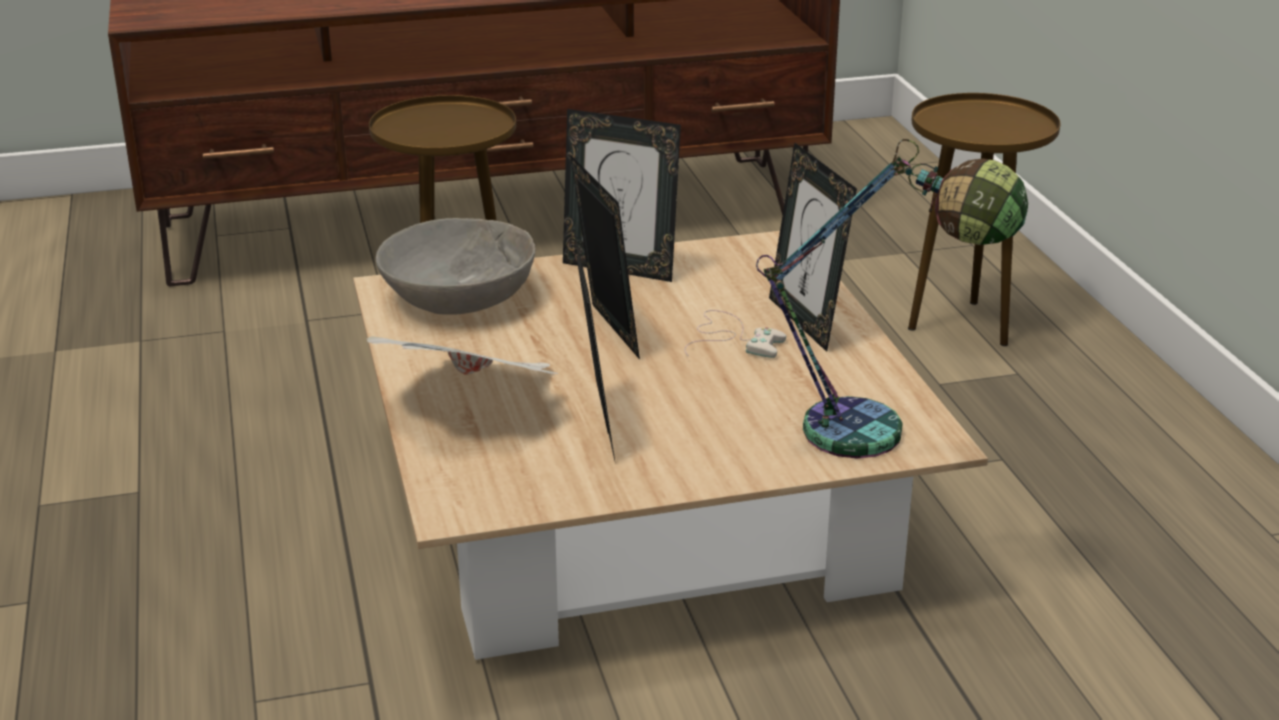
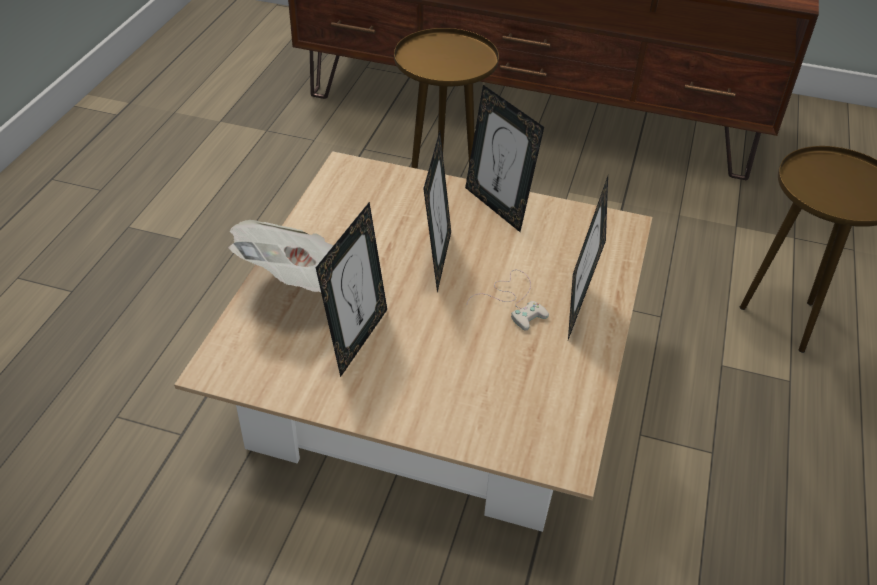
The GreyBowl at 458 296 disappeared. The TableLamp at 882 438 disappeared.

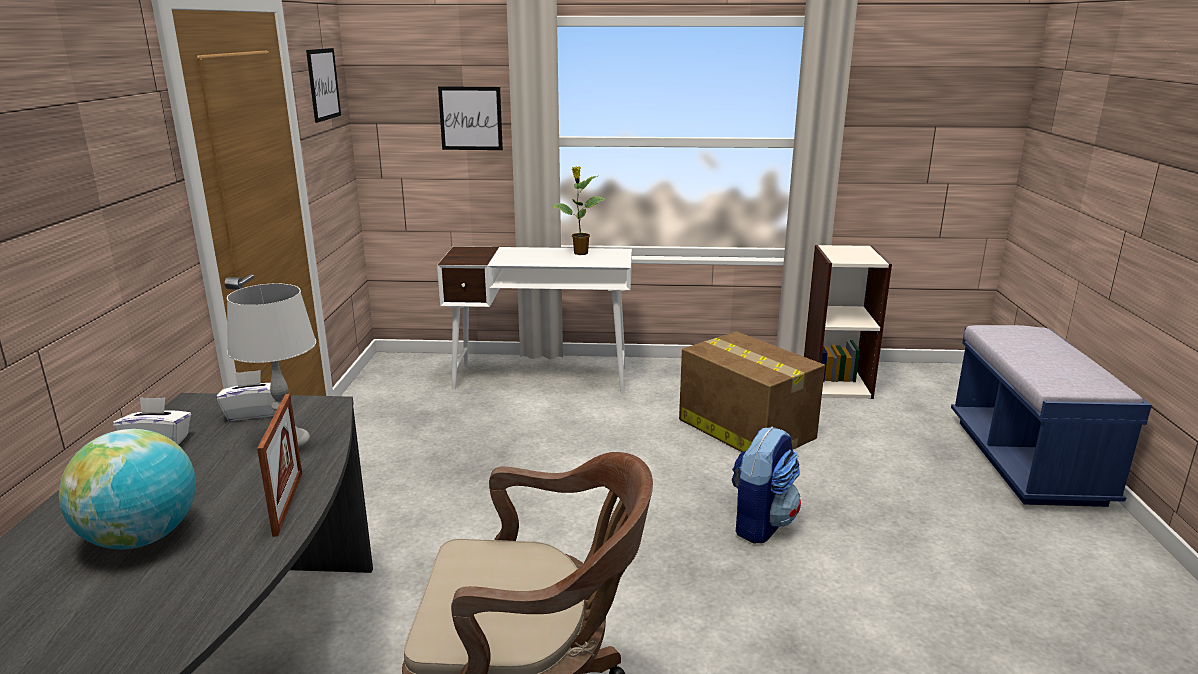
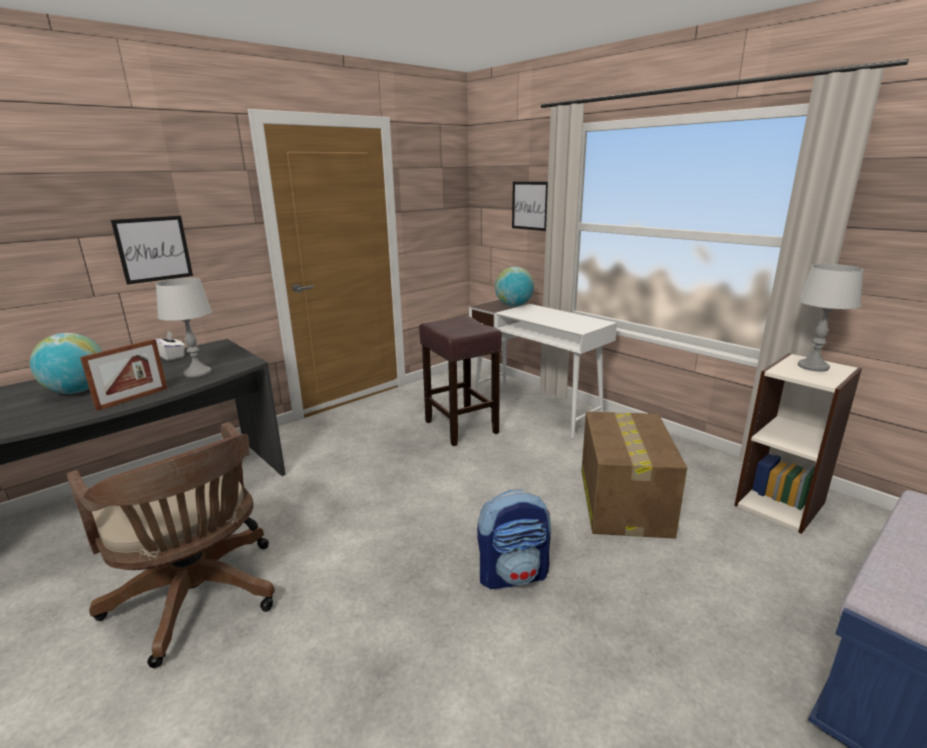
The WhiteTissueBox at 253 413 disappeared. The Picture moved from 323 84 to 153 249. The PottedPlant at 580 253 disappeared. The BrownStool at 460 426 appeared. The Globe at 514 305 appeared. The GreyTableLamp at 813 366 appeared.

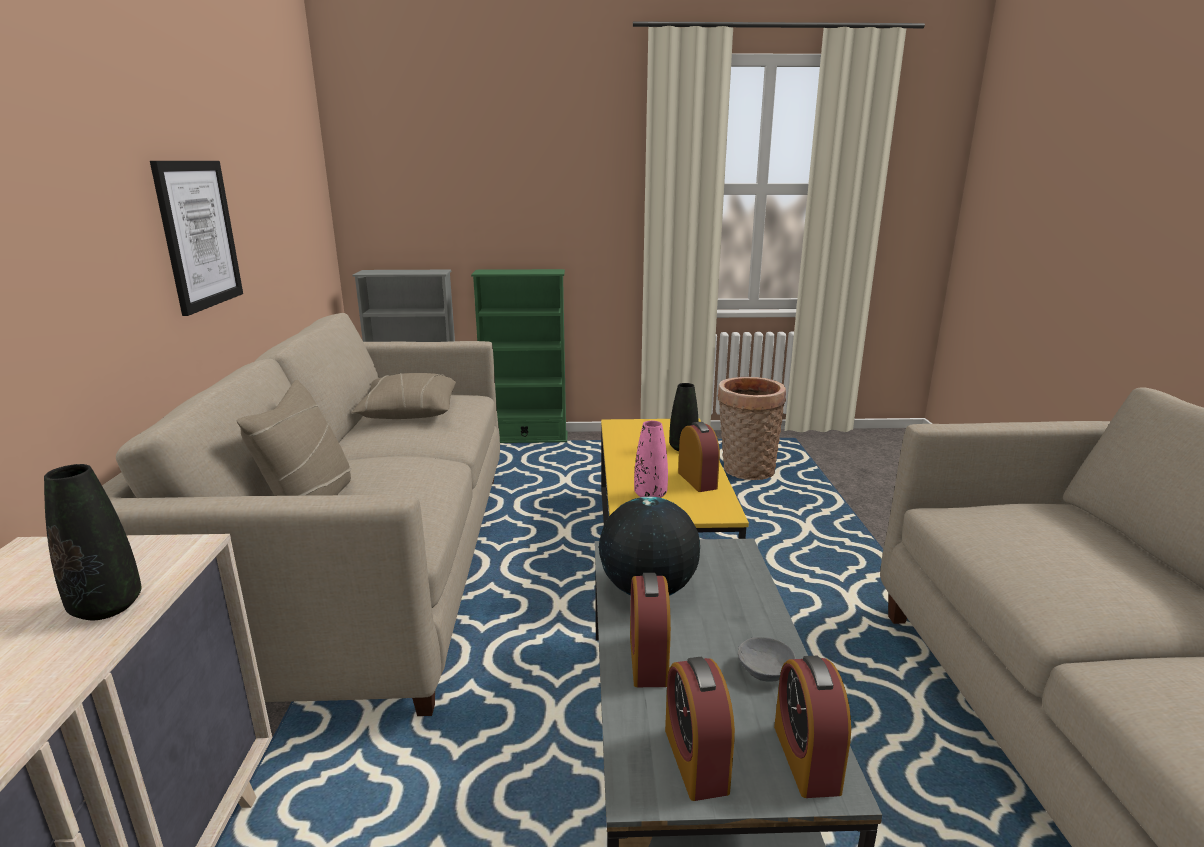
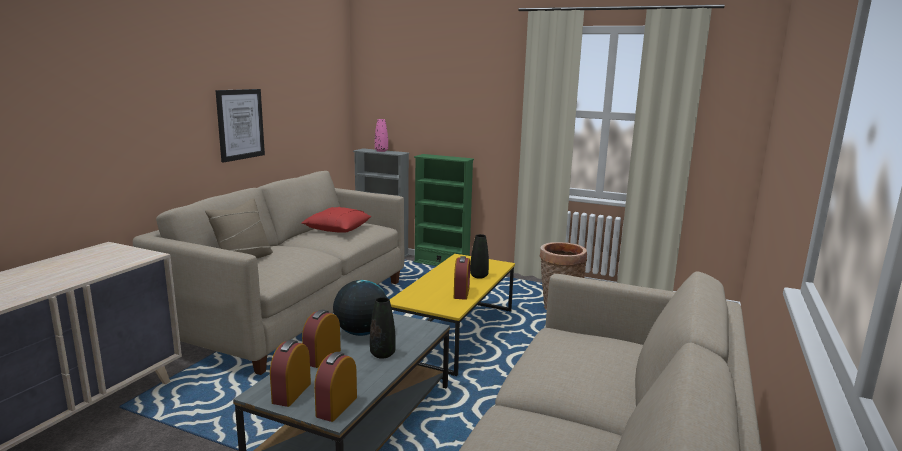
The BlackVase moved from 107 607 to 382 354. The BeigePillow at 409 412 became the RedPillow at 337 229. The PinkVase moved from 650 495 to 381 151. The GreyBowl at 766 671 disappeared.

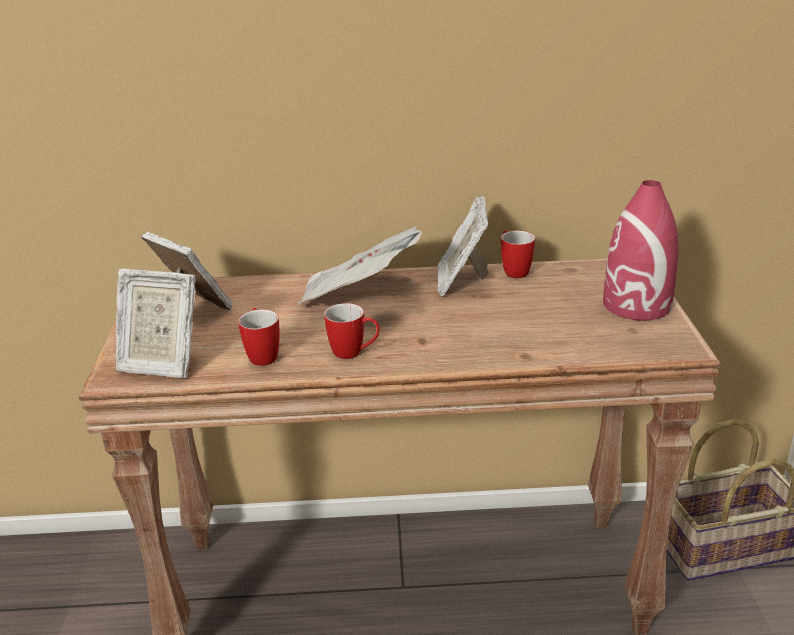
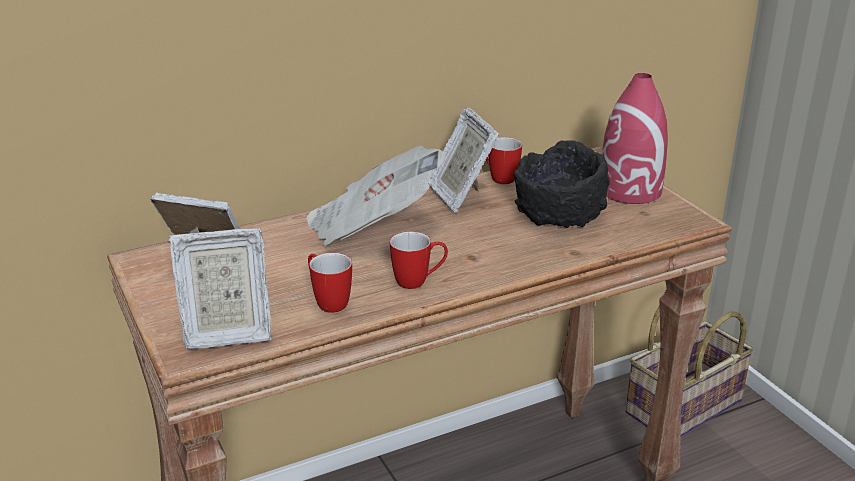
The BlackBowl at 559 214 appeared.

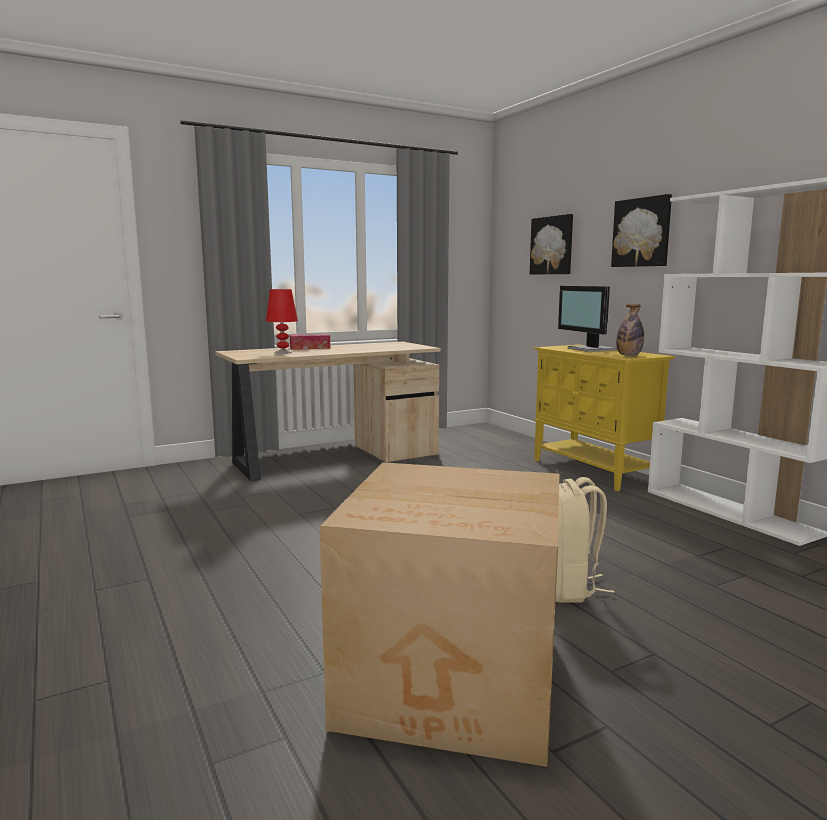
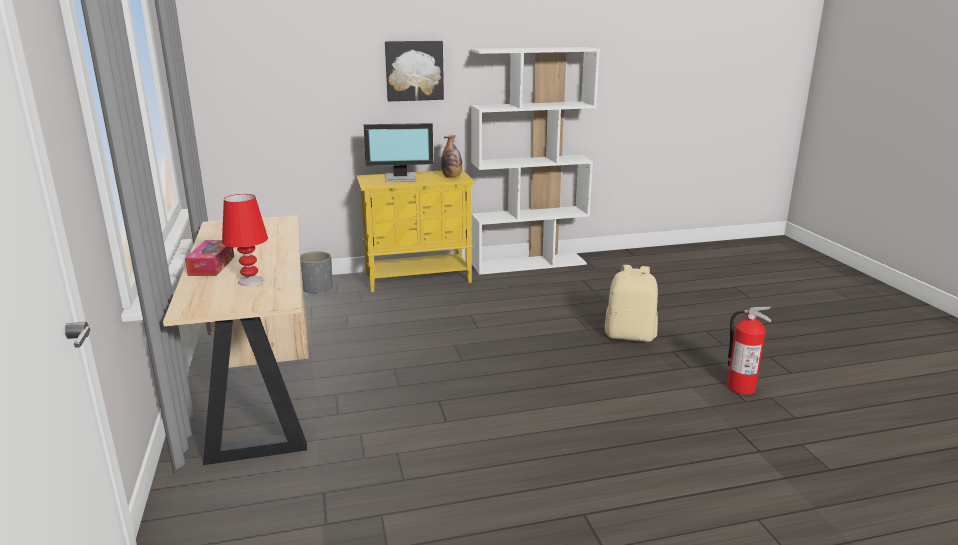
The CardboardBox at 453 683 was replaced by the FireExtinguisher at 740 387. The Picture at 552 245 disappeared. The GreyPlanter at 317 288 appeared.

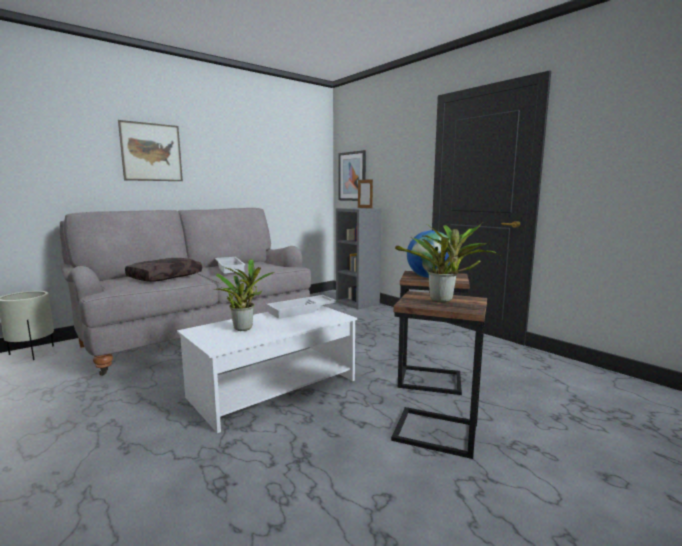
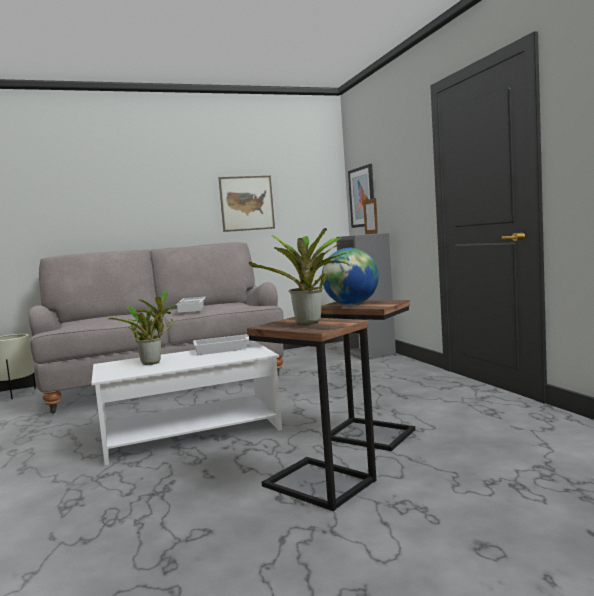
The Picture moved from 151 152 to 247 203. The BrownPillow at 165 277 disappeared.

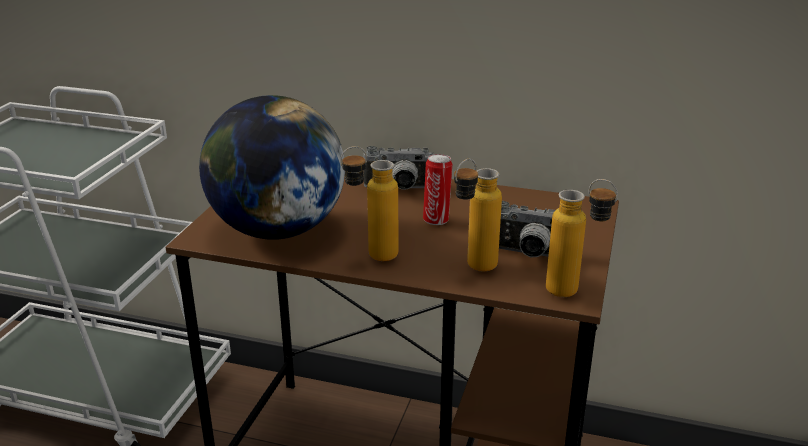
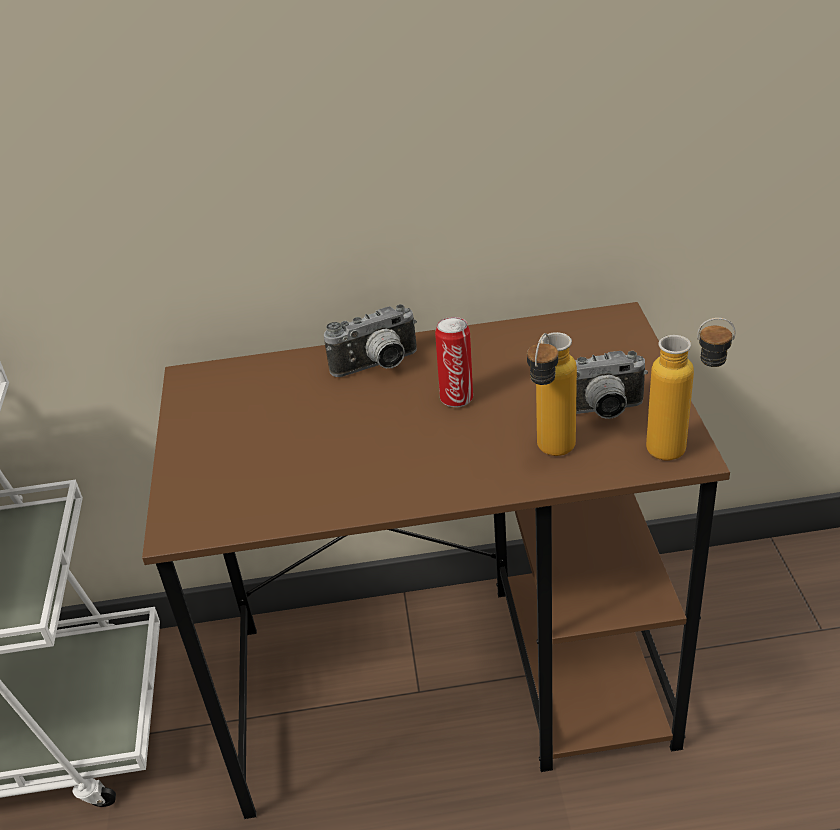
The Globe at 277 230 disappeared. The Bottle at 371 256 disappeared.

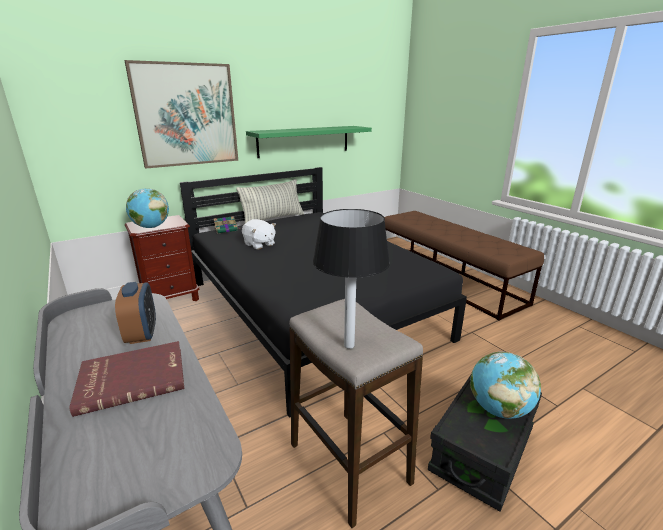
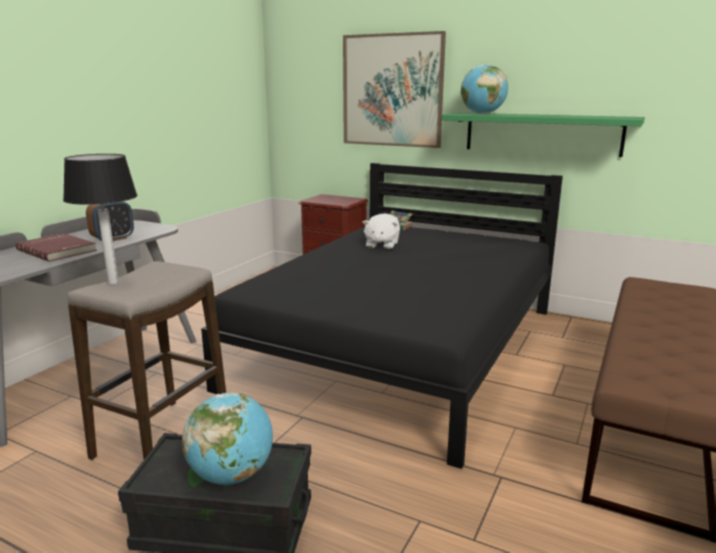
The Globe moved from 151 227 to 482 114. The Pillow at 273 219 disappeared.

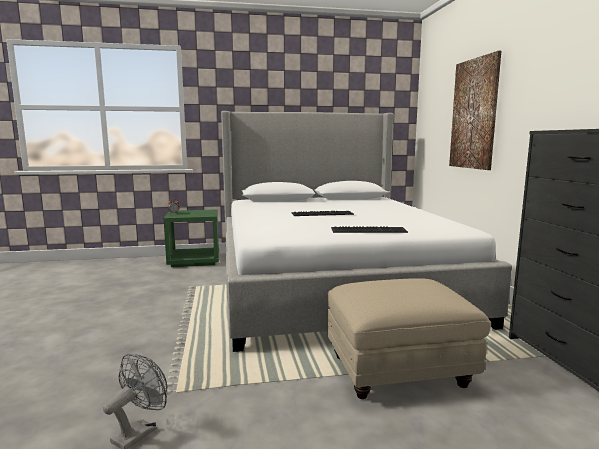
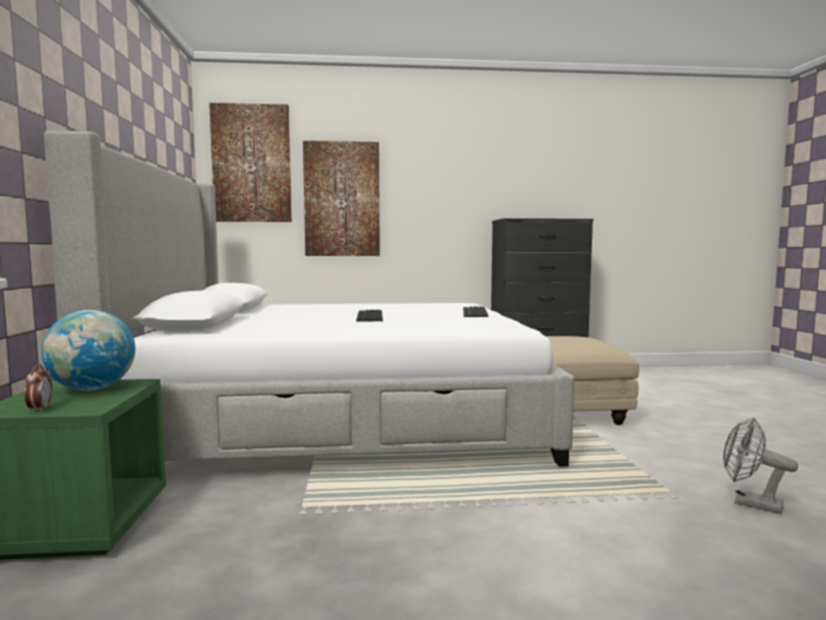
The Globe at 92 389 appeared. The Picture at 251 163 appeared.

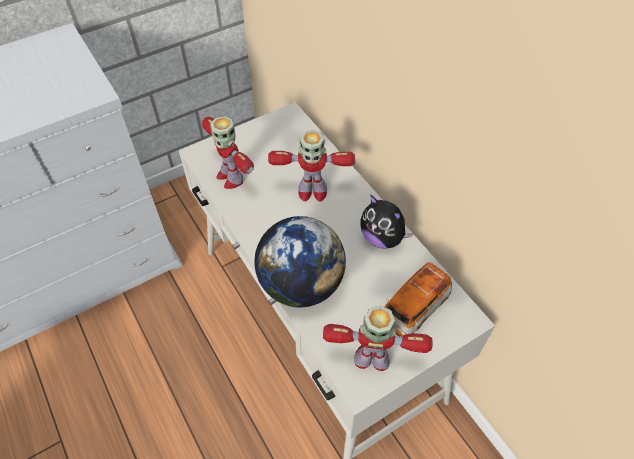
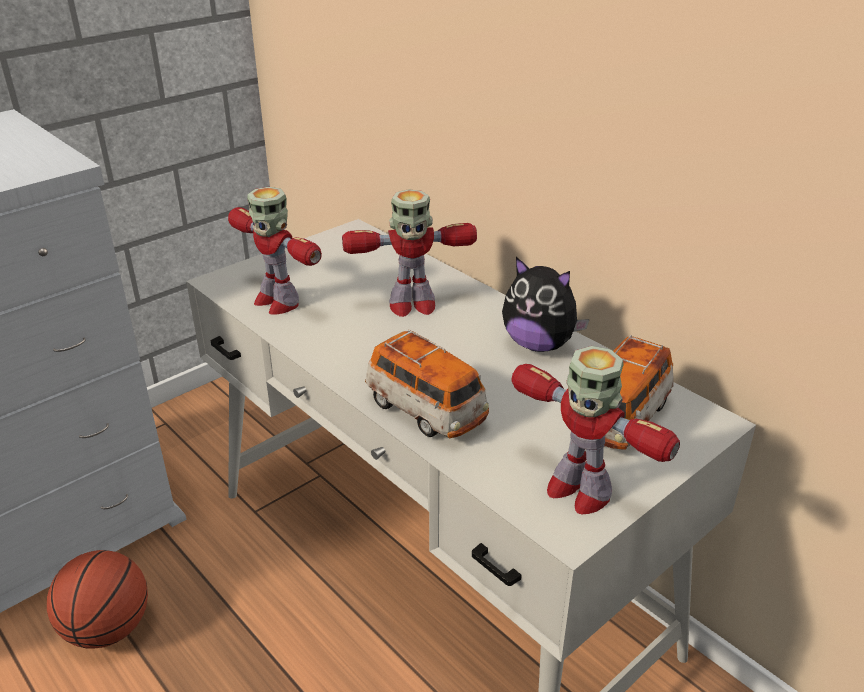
The Globe at 301 284 was replaced by the ToyCar at 426 411. The ToyRobot at 372 359 turned 135 degrees counterclockwise. The Basketball at 108 629 appeared.

